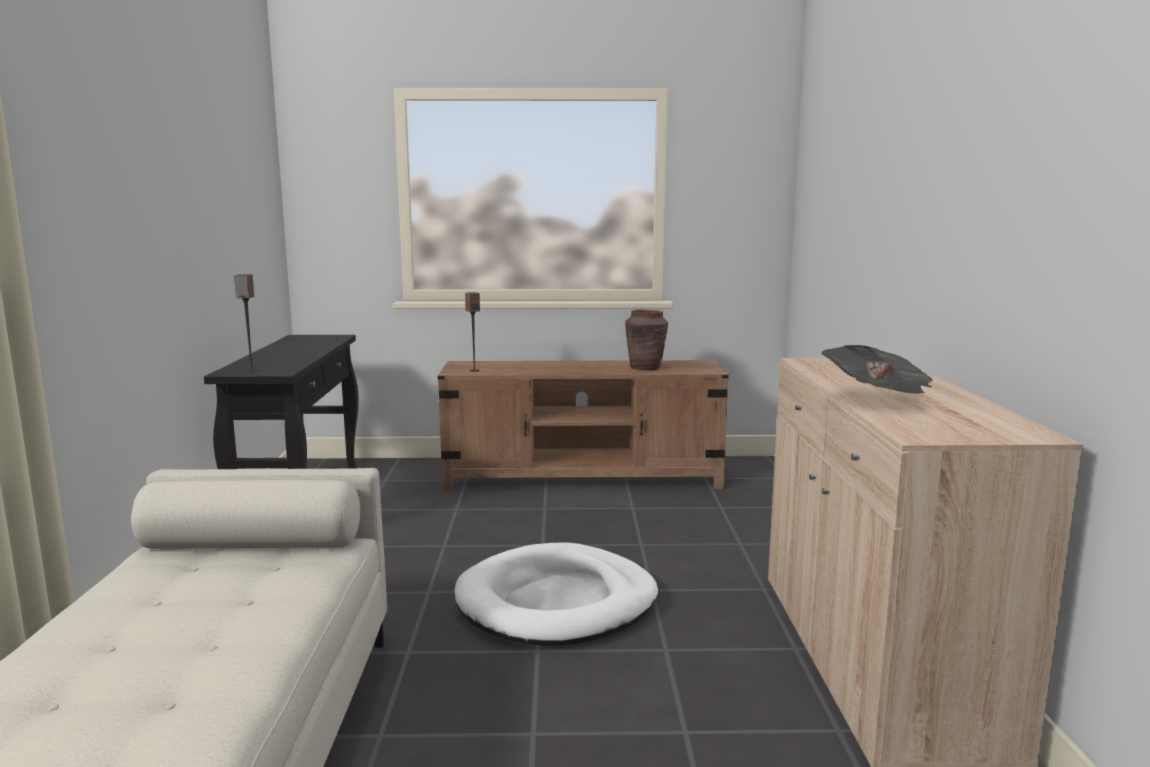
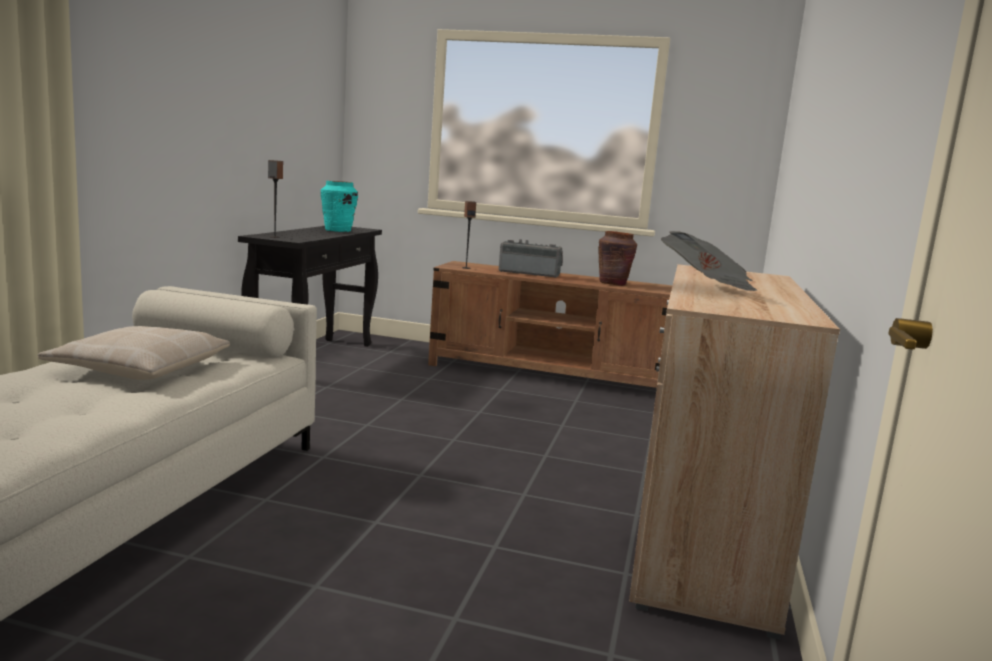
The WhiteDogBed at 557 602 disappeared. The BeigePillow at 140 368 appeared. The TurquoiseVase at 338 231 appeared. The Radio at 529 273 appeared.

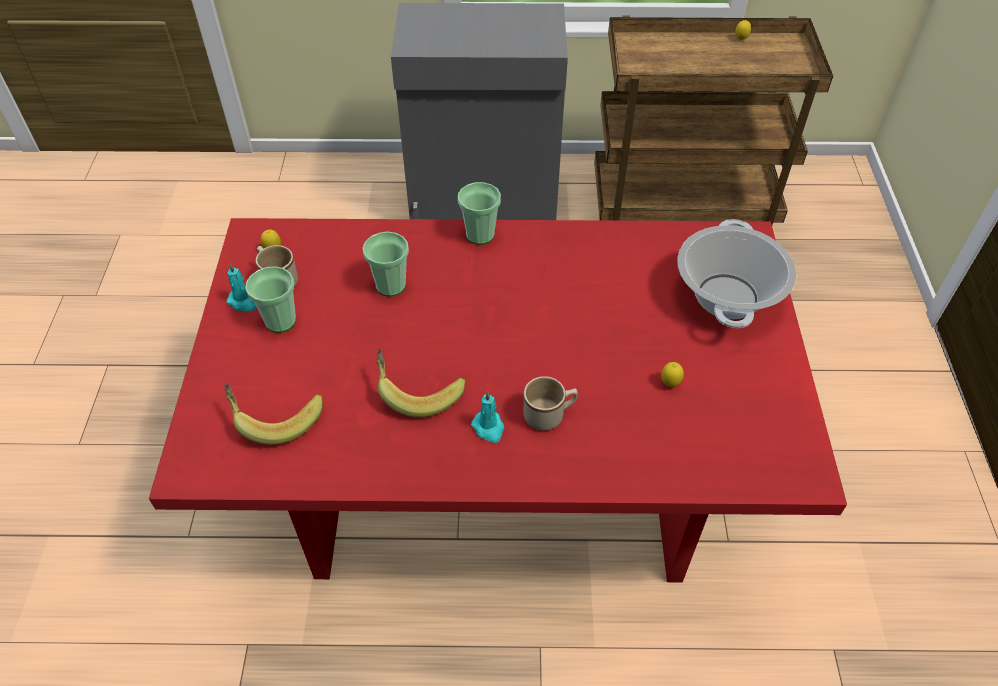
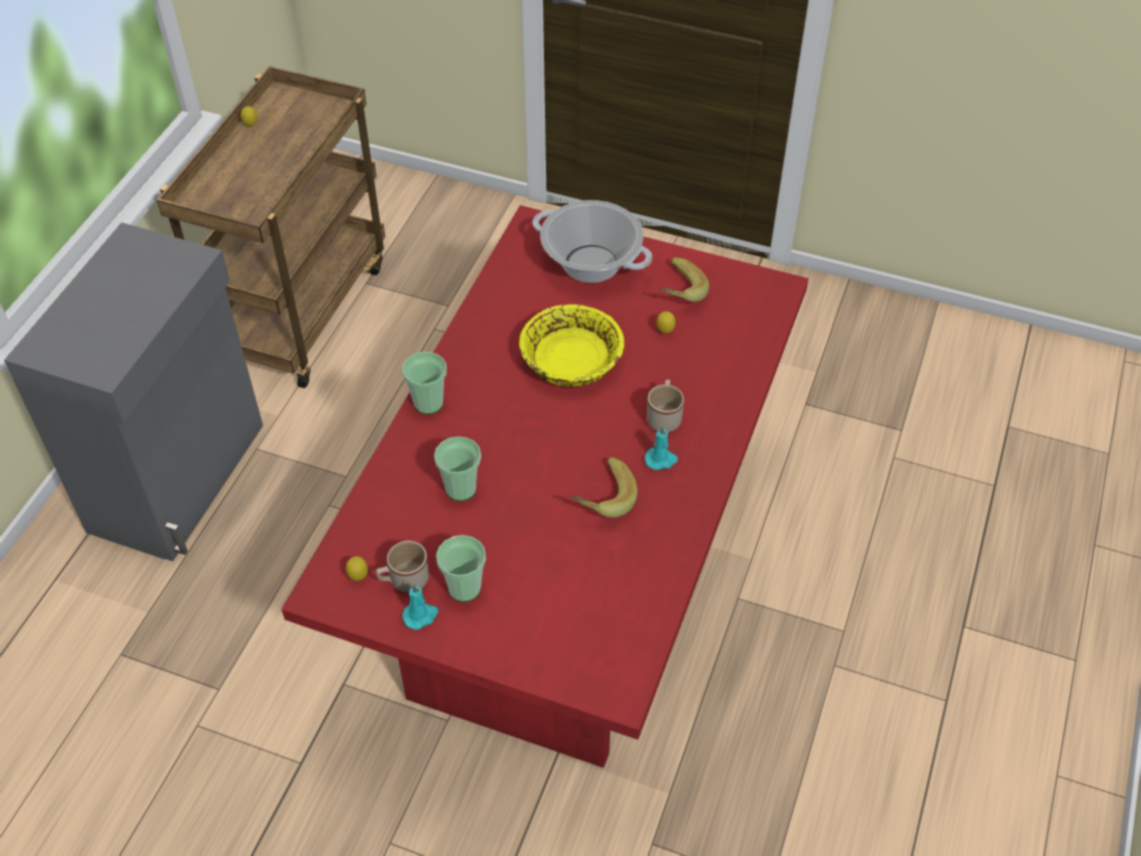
The Banana moved from 275 417 to 676 292. The YellowBowl at 571 360 appeared.

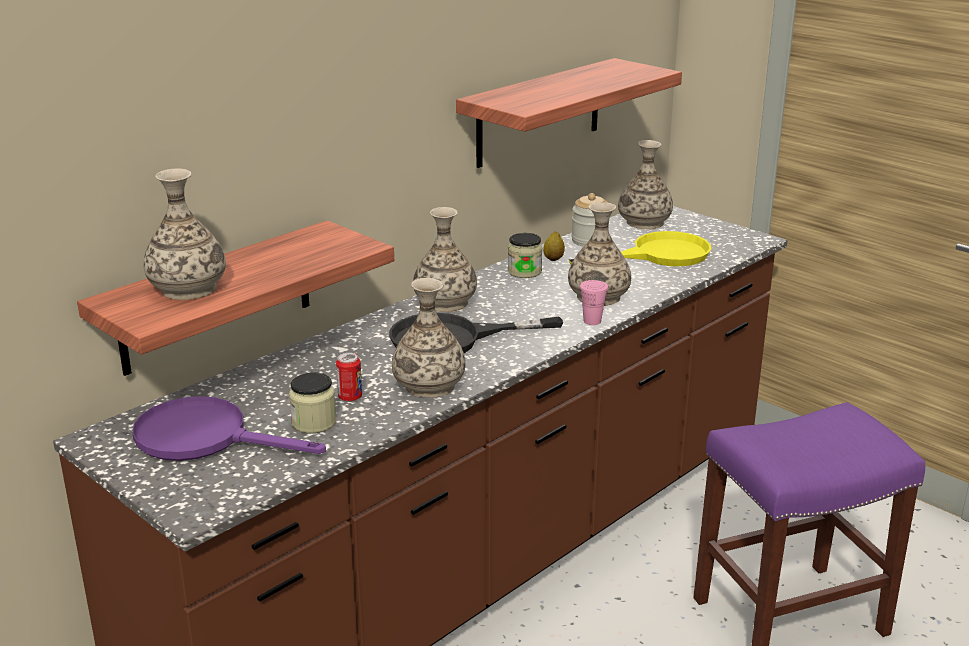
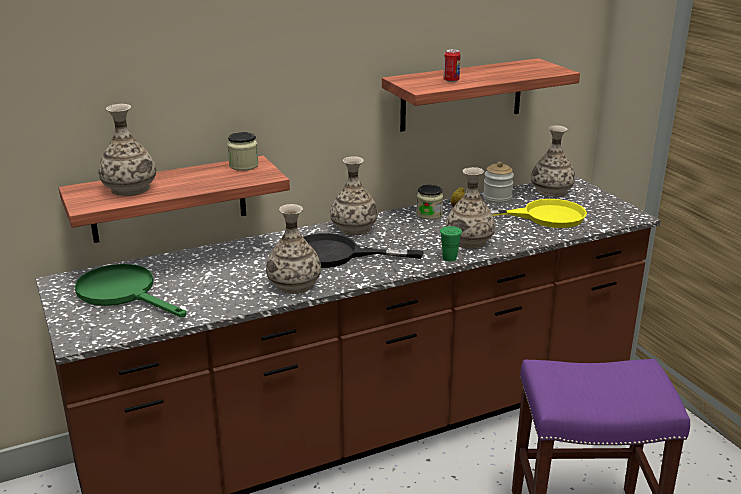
The PurpleFryingPan at 206 438 became the GreenFryingPan at 124 293. The Jar moved from 314 422 to 243 165. The Can moved from 350 397 to 451 80. The PinkCup at 592 321 became the GreenCup at 449 258.

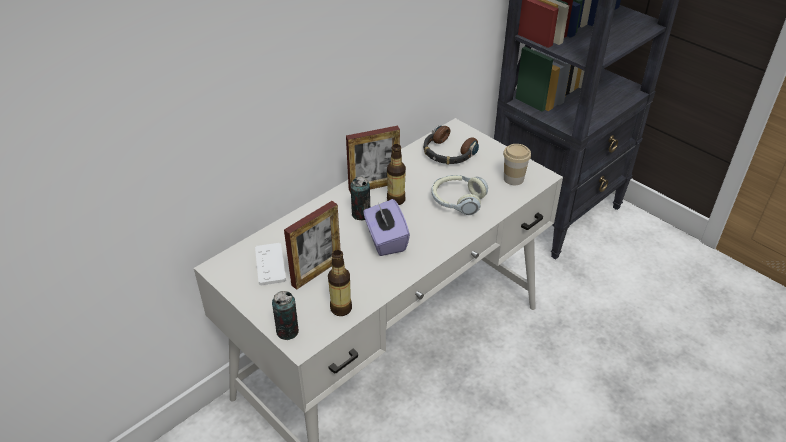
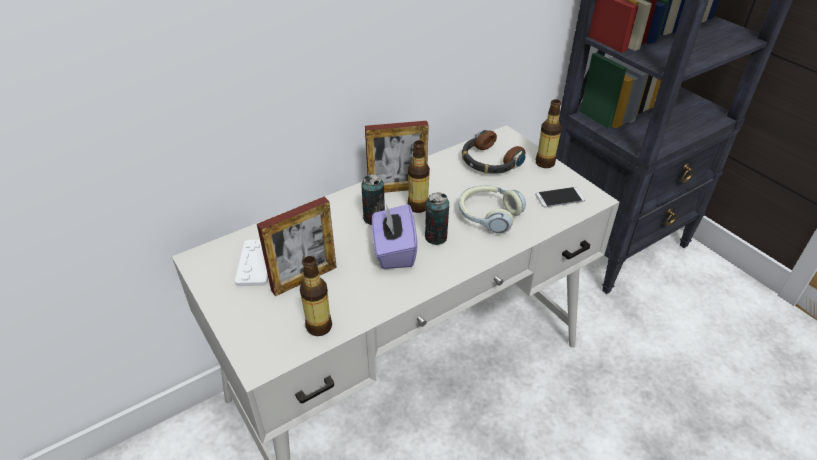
The Can moved from 287 331 to 436 237. The Cup at 513 179 was replaced by the Phone at 559 198. The Bottle at 545 163 appeared.

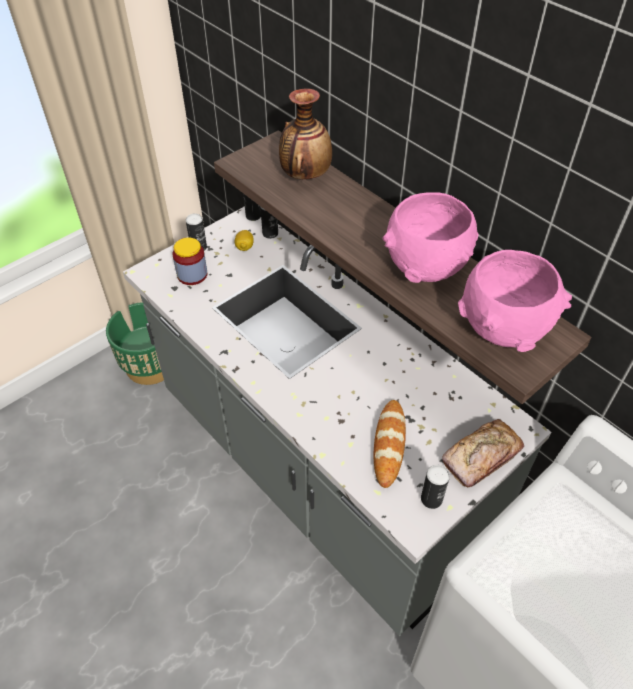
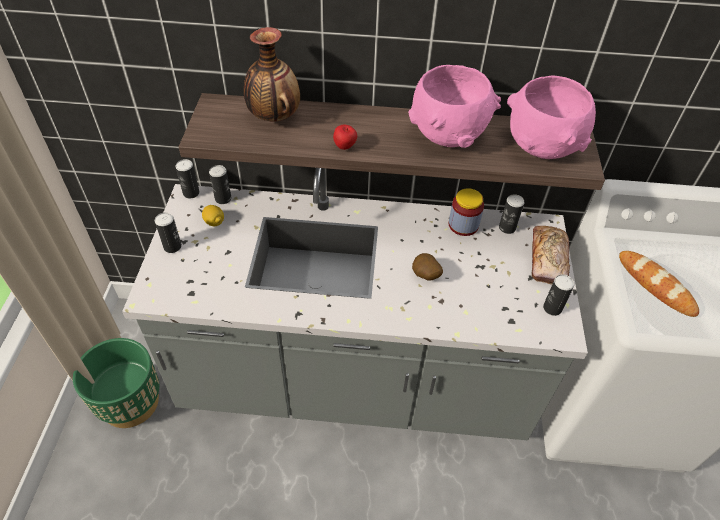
The Jar moved from 192 274 to 463 225. The Bread moved from 389 444 to 655 285. The Apple at 345 147 appeared. The Potato at 425 276 appeared. The Can at 507 228 appeared.

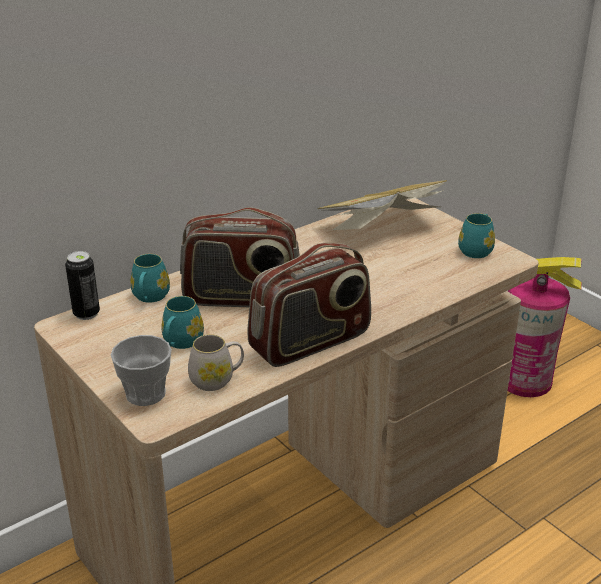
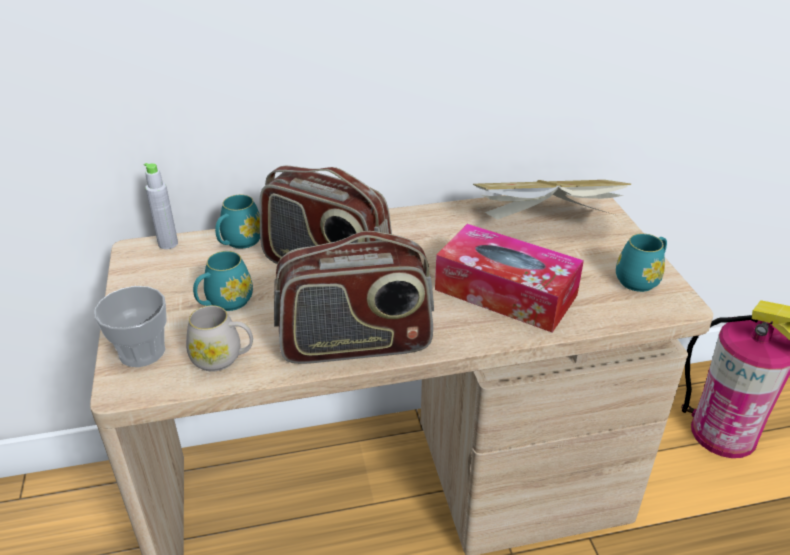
The Can at 86 314 was replaced by the GreyBottle at 168 244. The TissueBox at 505 292 appeared.

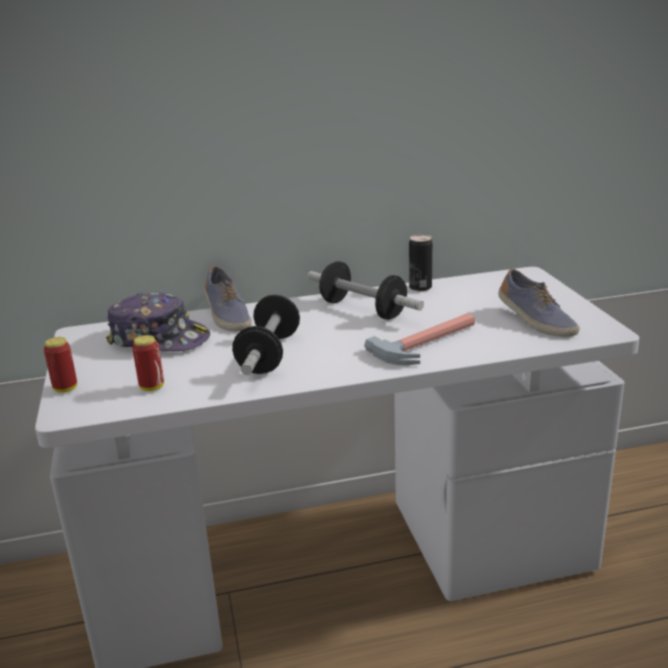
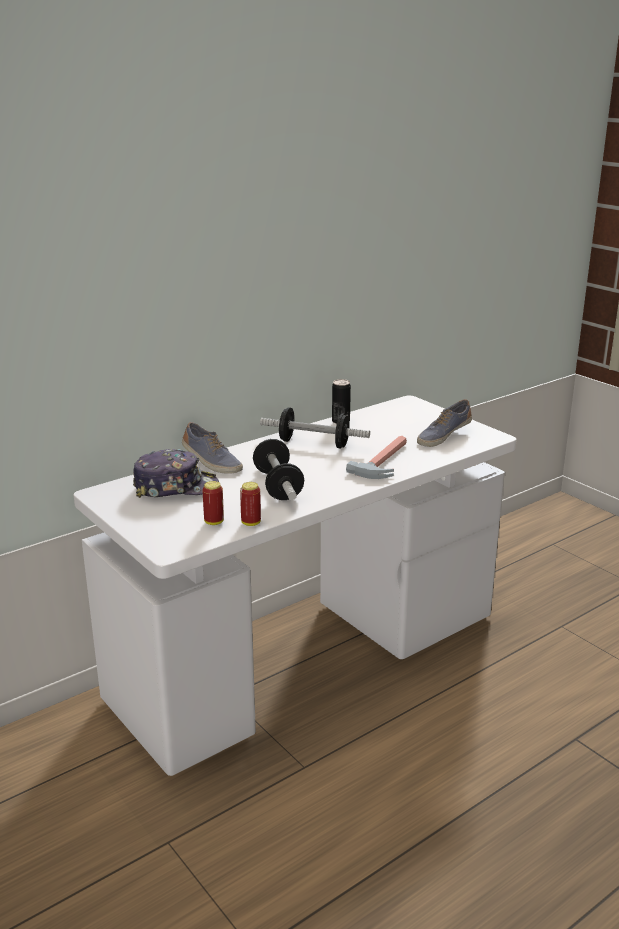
The Can moved from 65 389 to 251 523. The Shoe at 535 321 turned 105 degrees clockwise.

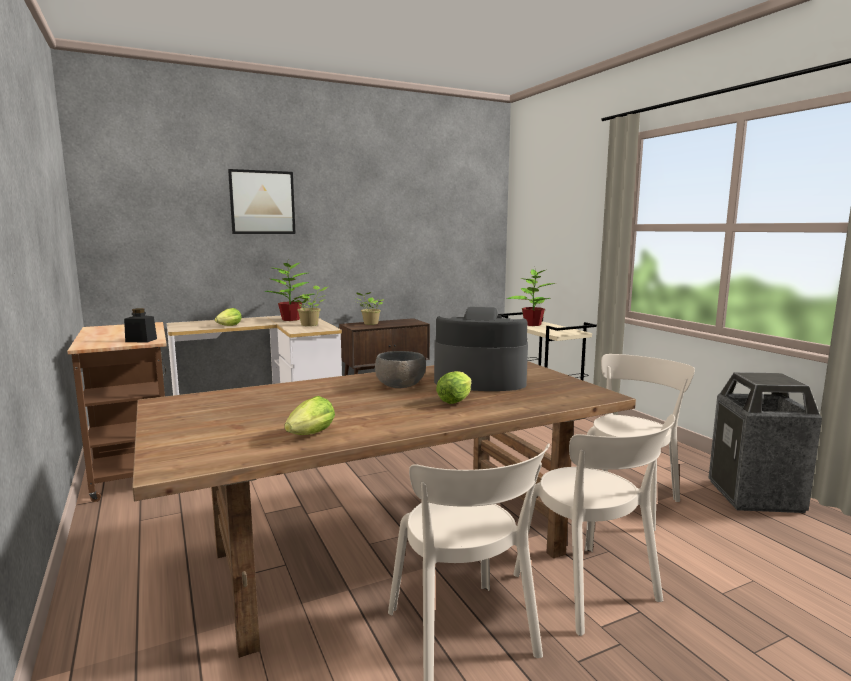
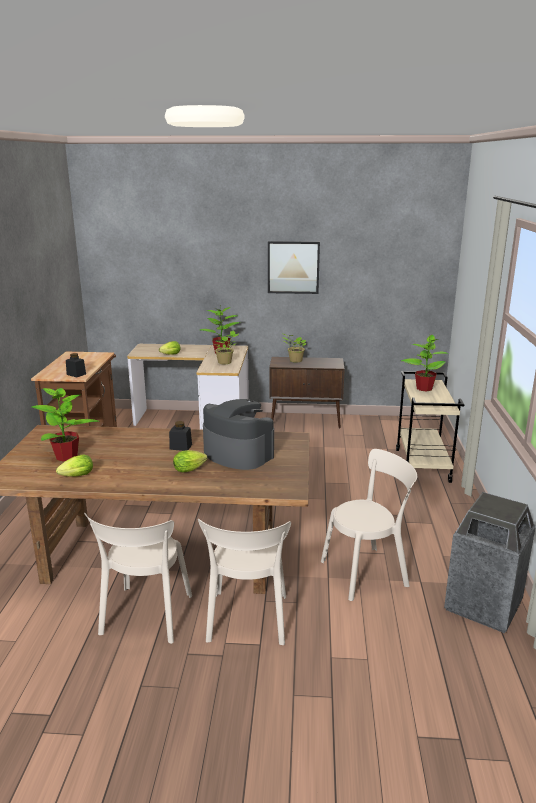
The Picture moved from 262 202 to 293 267. The GreyBowl at 400 385 was replaced by the BlackJar at 180 447. The PottedPlant at 66 456 appeared.

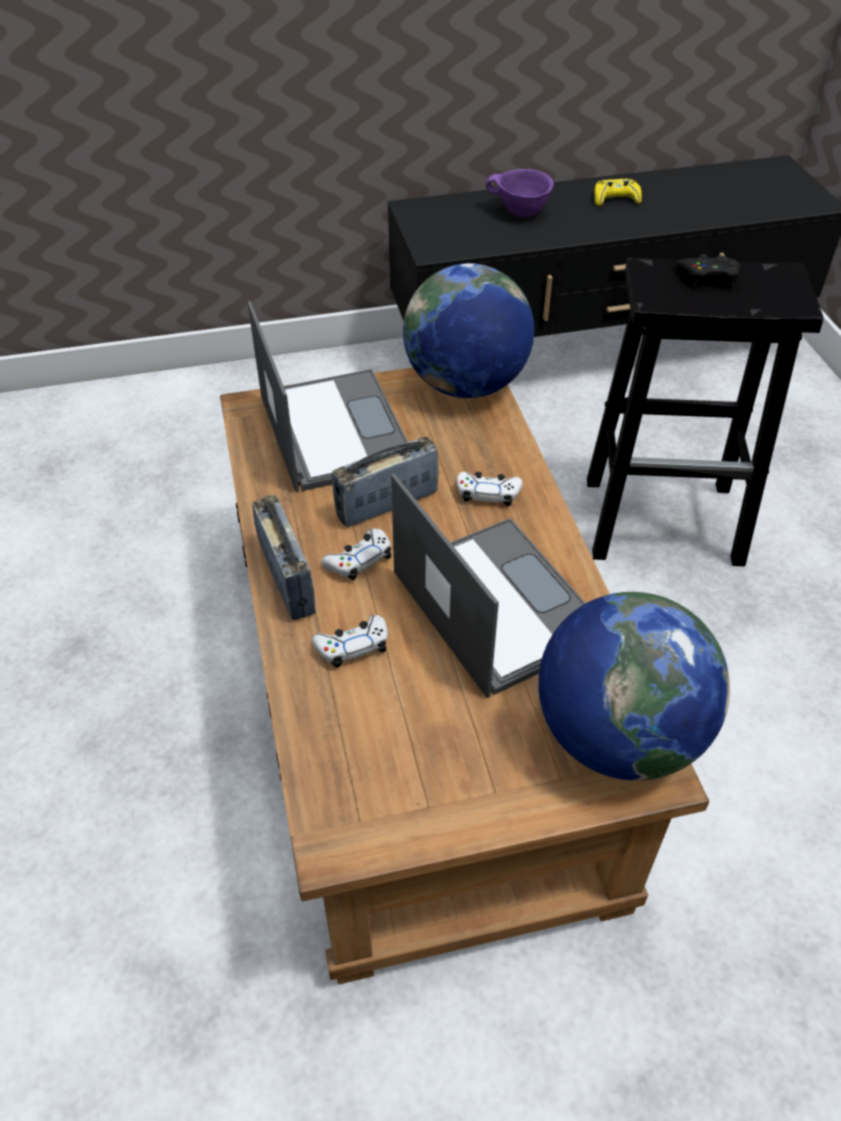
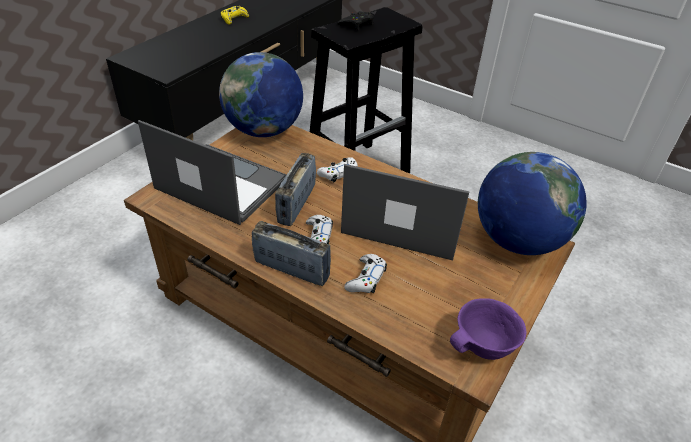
The PurpleBowl moved from 520 212 to 483 347.

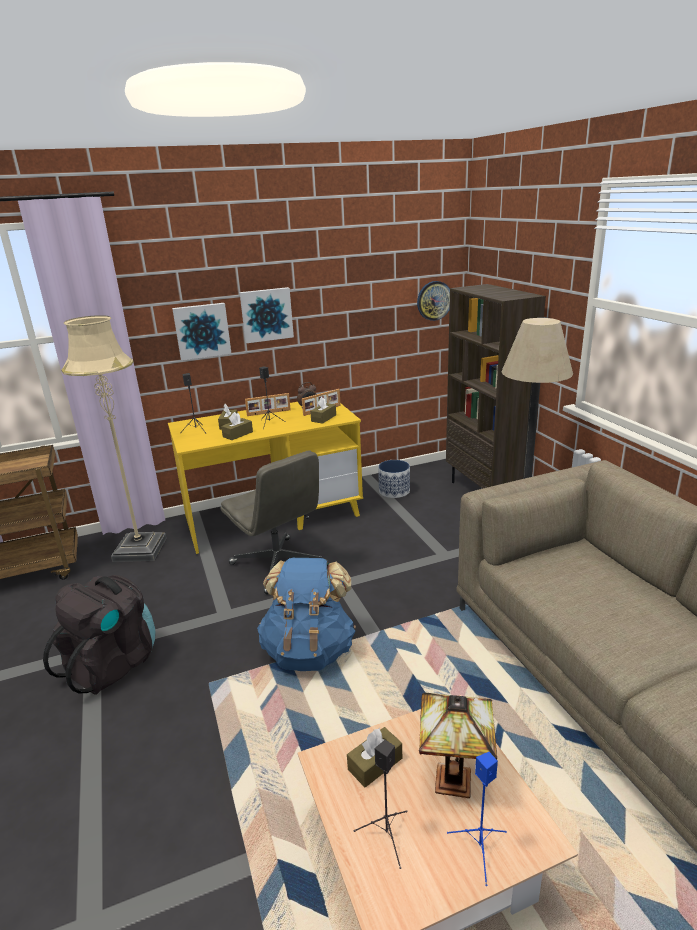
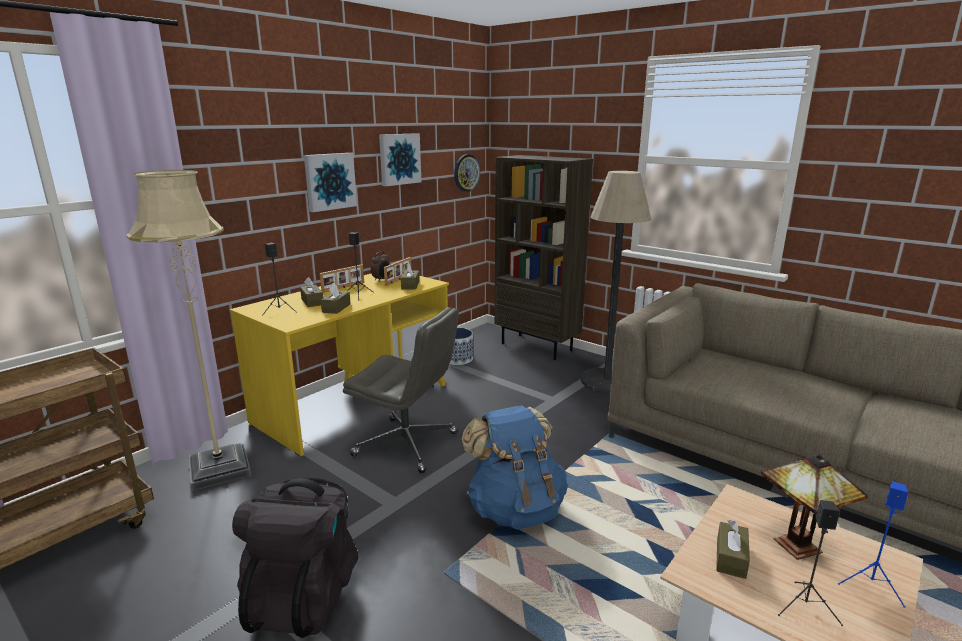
The Picture moved from 202 330 to 399 159.

